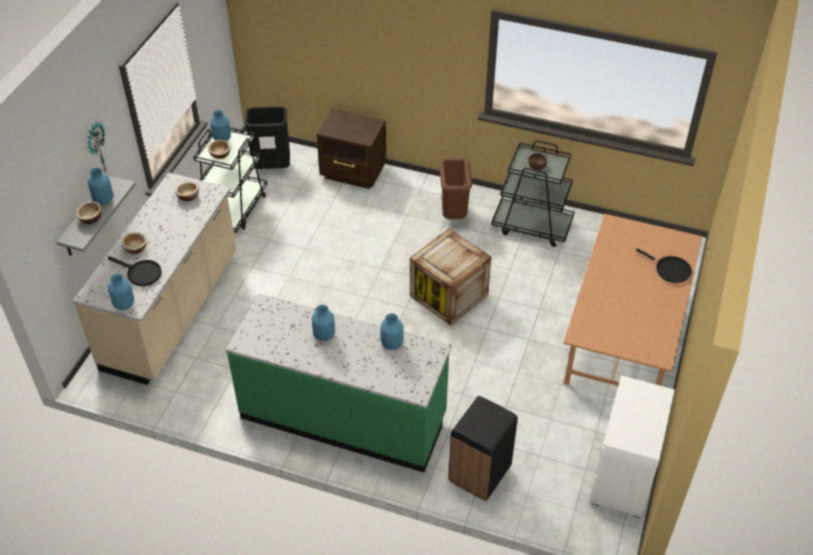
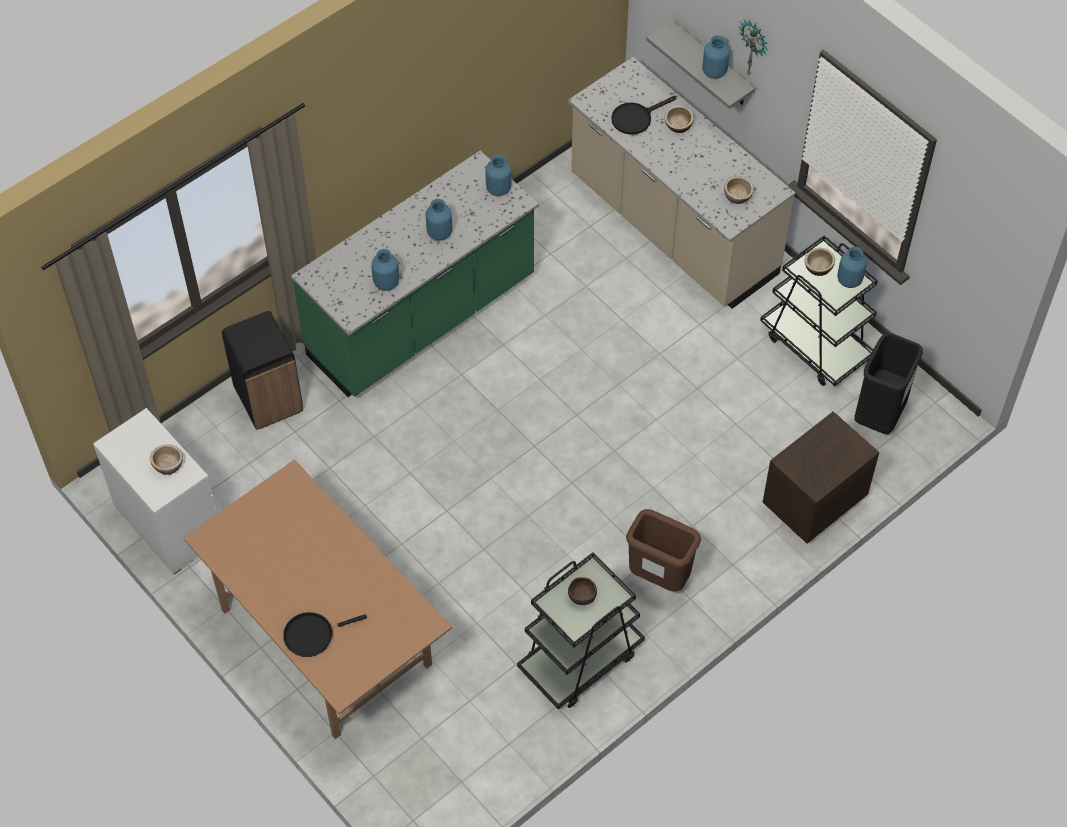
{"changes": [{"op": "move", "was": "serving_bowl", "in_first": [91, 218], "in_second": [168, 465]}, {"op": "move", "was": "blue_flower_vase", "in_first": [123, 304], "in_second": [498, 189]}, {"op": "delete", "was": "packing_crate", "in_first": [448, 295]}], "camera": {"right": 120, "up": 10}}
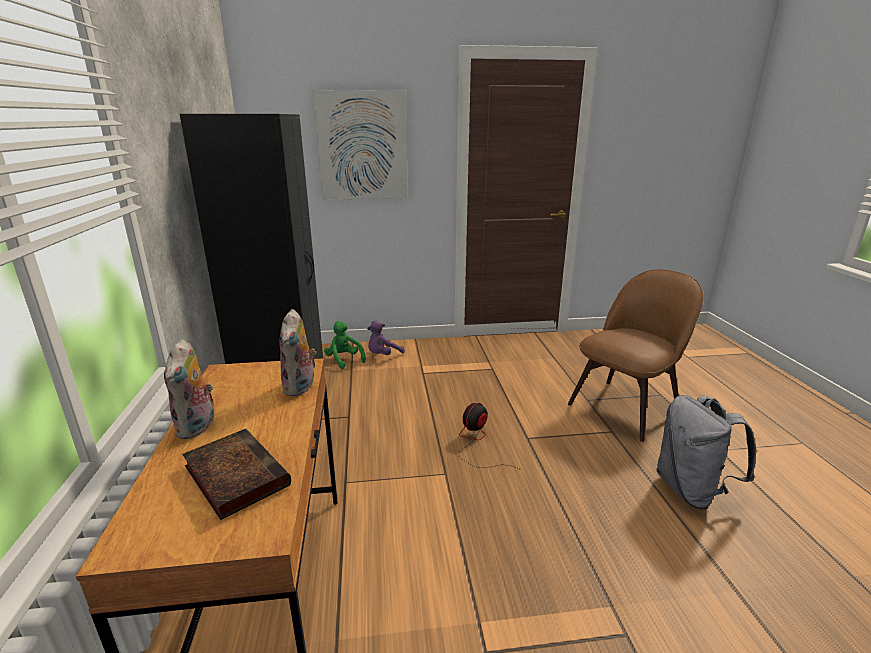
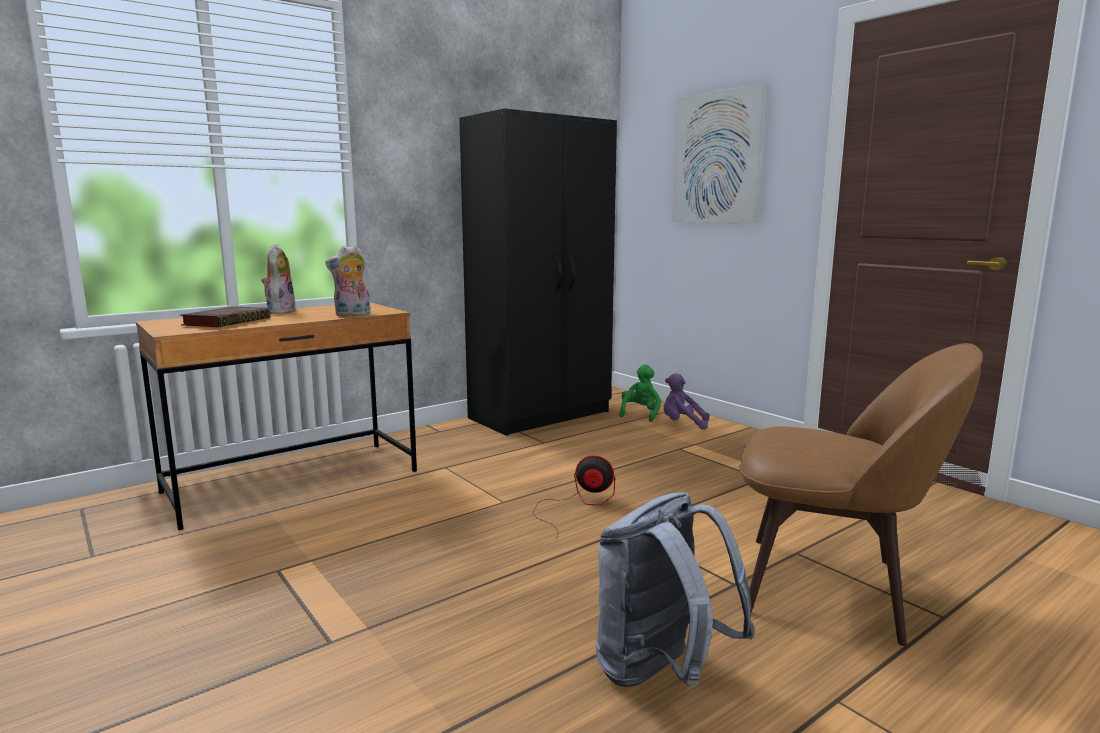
{"changes": [{"op": "rotate", "was": "plush_toy", "in_first": [198, 427], "in_second": [280, 311], "clockwise": 120}], "camera": {"right": 60, "up": -10}}
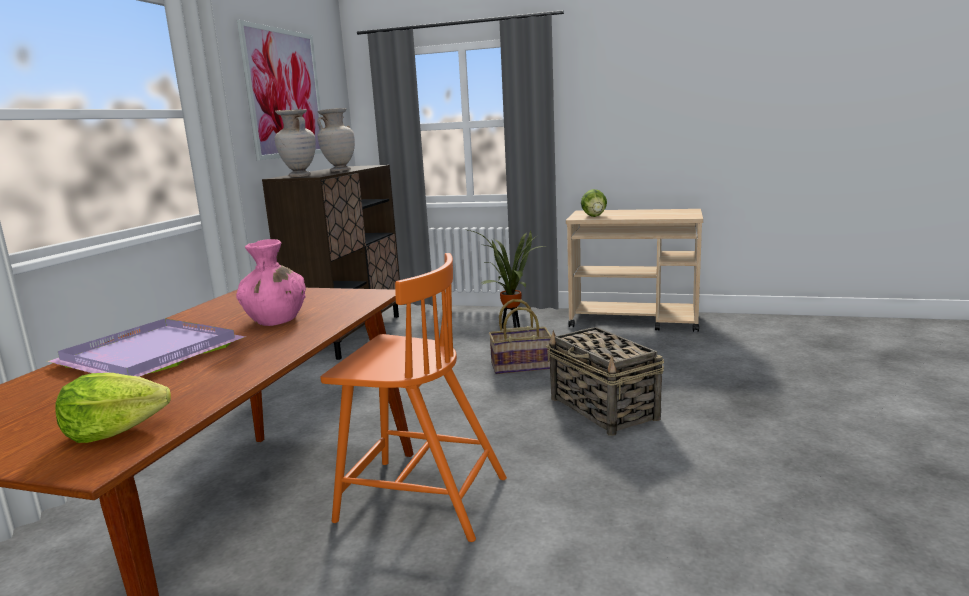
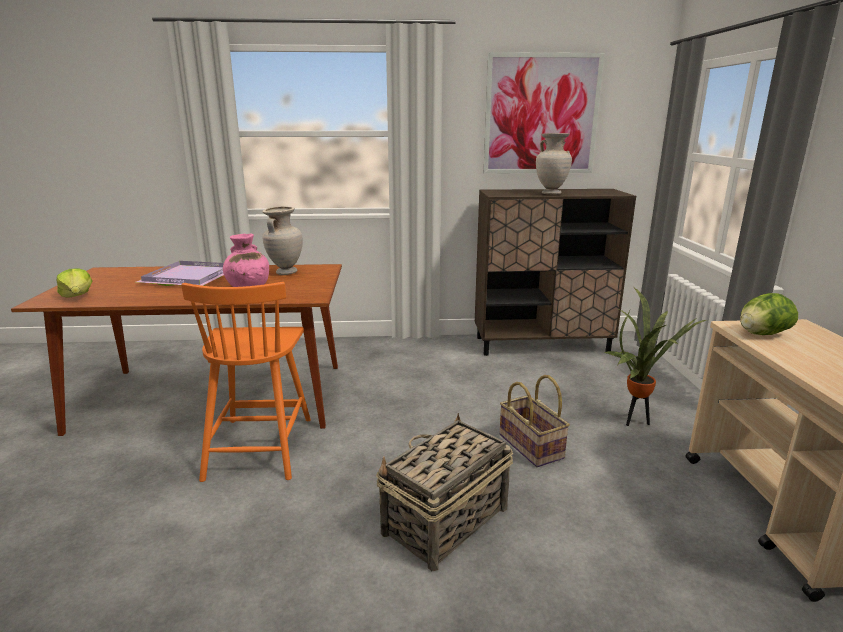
{"changes": [{"op": "move", "was": "beige_flower_vase", "in_first": [299, 176], "in_second": [285, 272]}], "camera": {"right": 70, "up": 5}}
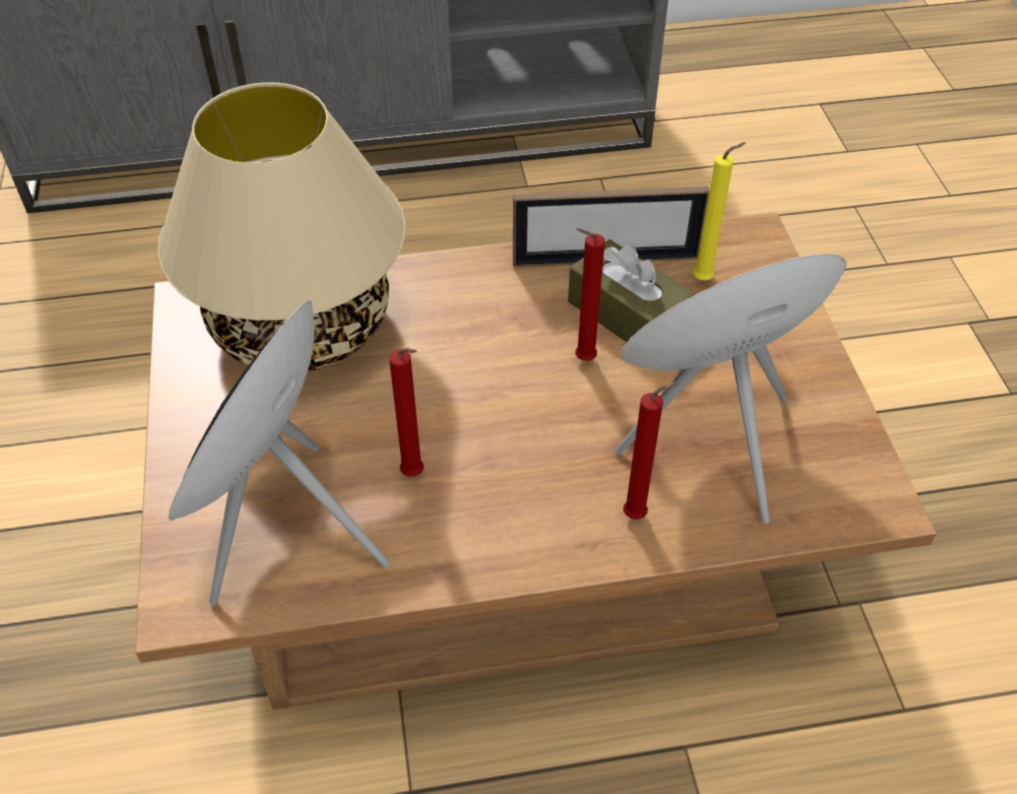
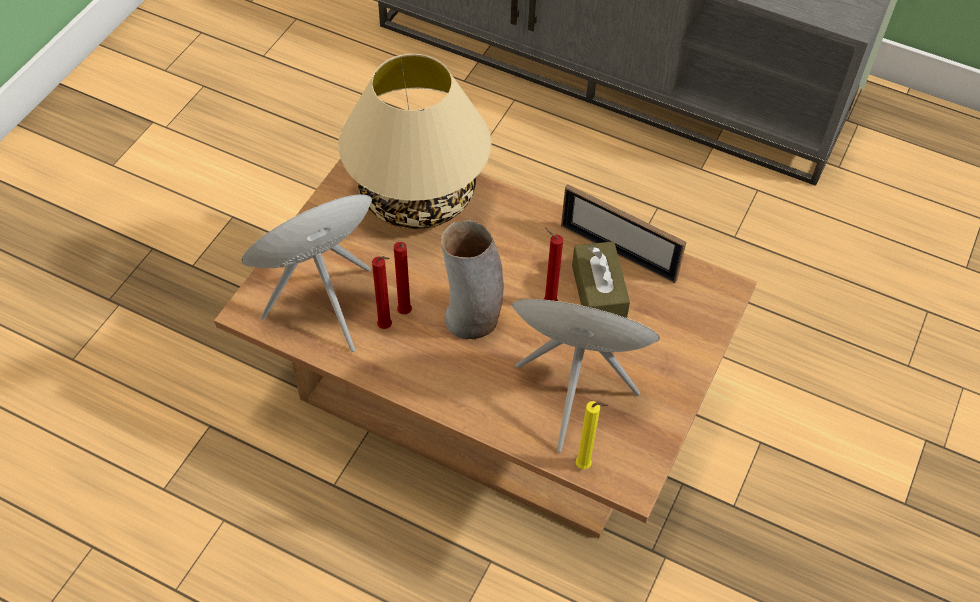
{"changes": [{"op": "move", "was": "red_wax_candle", "in_first": [638, 515], "in_second": [387, 327]}, {"op": "move", "was": "yellowish_wax_candle", "in_first": [706, 279], "in_second": [585, 466]}, {"op": "insert", "now": "flower_vase", "in_second": [472, 320]}], "camera": {"right": 35, "up": 5}}
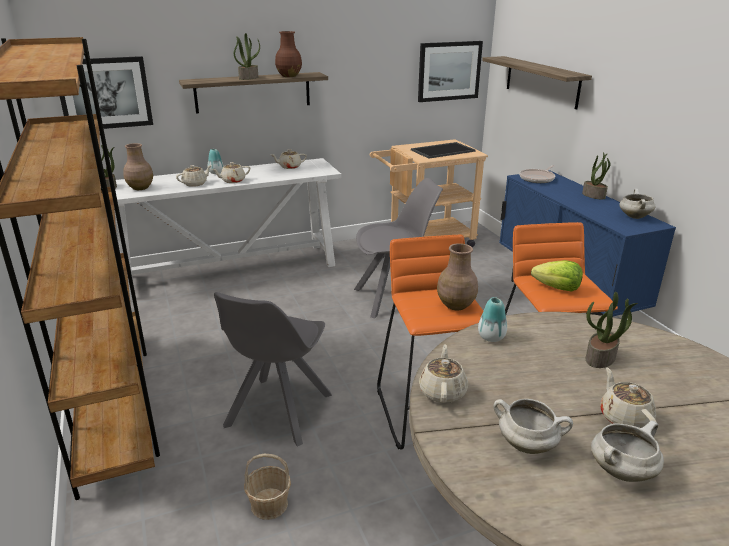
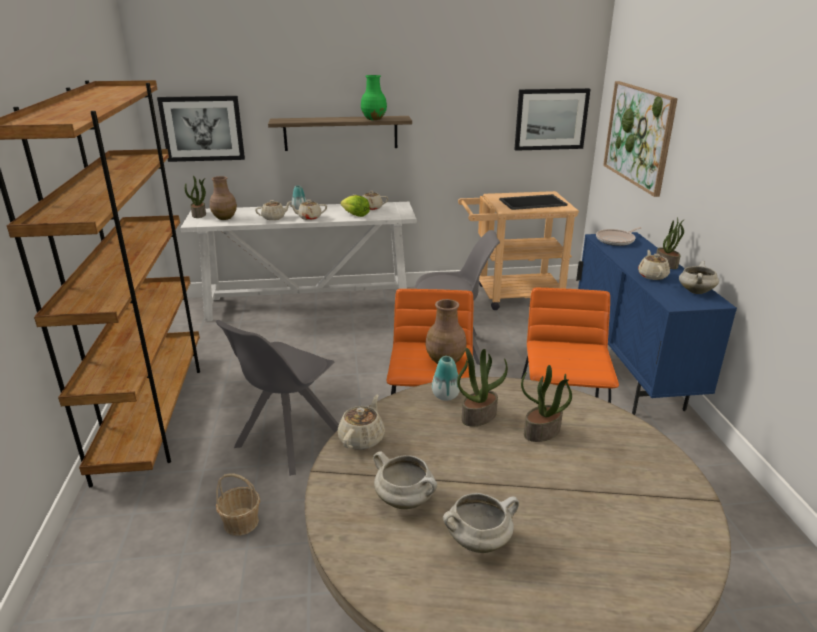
{"changes": [{"op": "move", "was": "houseplant", "in_first": [248, 78], "in_second": [479, 416]}, {"op": "recolor", "was": "brown-coloured_flower_vase", "now": "green-coloured_flower_vase", "in_first": [289, 76], "in_second": [373, 119]}, {"op": "replace", "was": "bracket_shelf", "now": "wall_art", "in_first": [541, 81], "in_second": [638, 135]}, {"op": "move", "was": "lettuce_head", "in_first": [557, 288], "in_second": [355, 215]}, {"op": "move", "was": "beige_teapot", "in_first": [624, 417], "in_second": [652, 275]}], "camera": {"right": 15, "up": 0}}
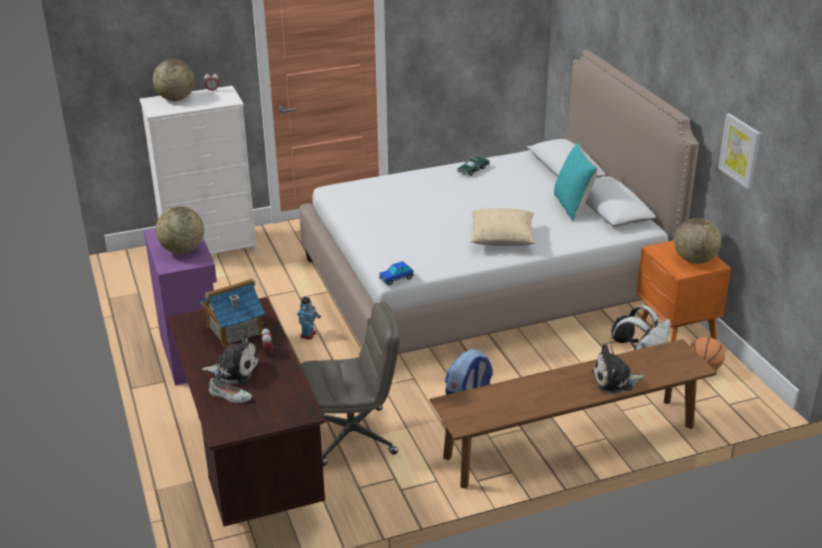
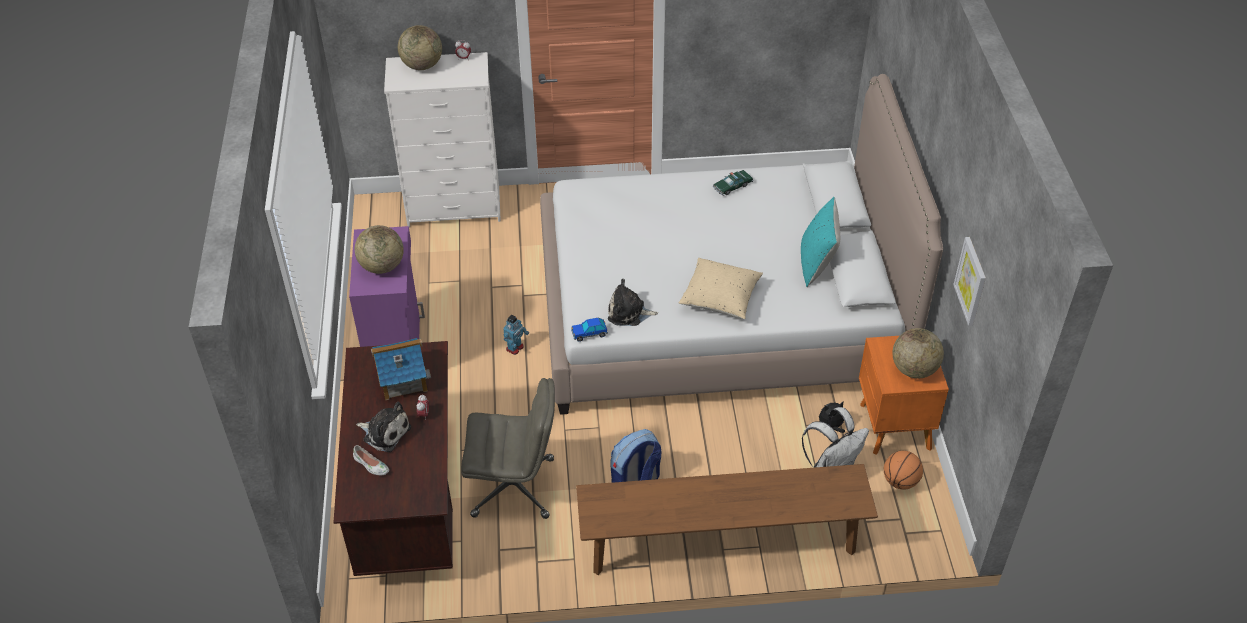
{"changes": [{"op": "move", "was": "plush_toy", "in_first": [615, 381], "in_second": [629, 313]}], "camera": {"right": 15, "up": 15}}
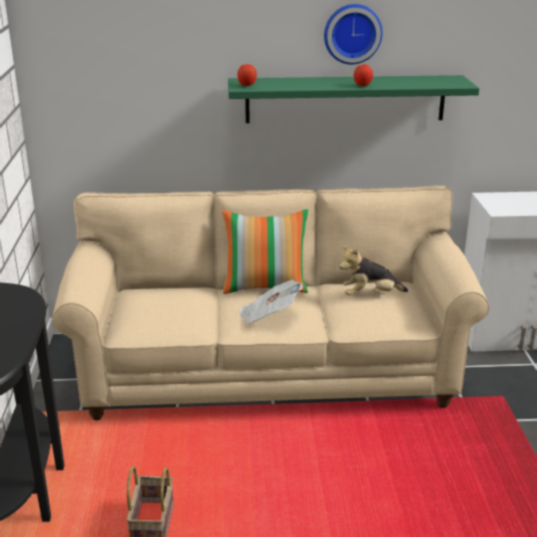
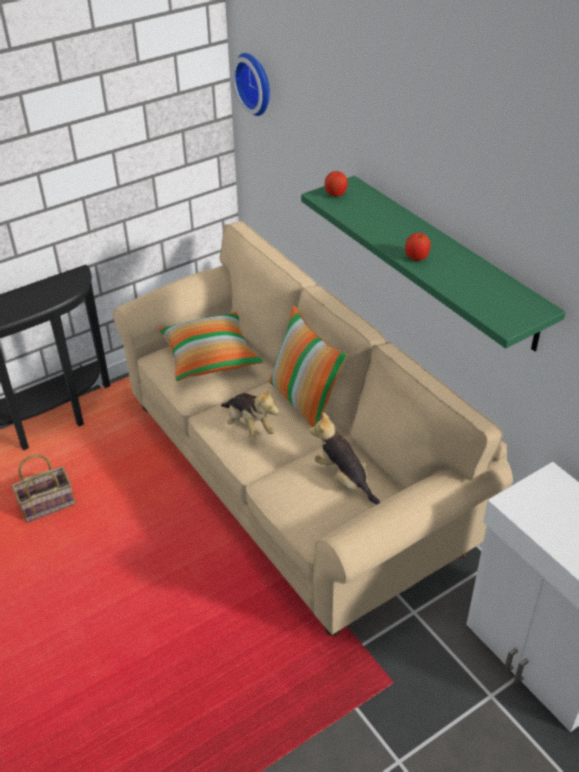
{"changes": [{"op": "replace", "was": "printed_paper", "now": "plush_toy", "in_first": [268, 316], "in_second": [249, 427]}, {"op": "move", "was": "wall_clock", "in_first": [352, 33], "in_second": [256, 83]}, {"op": "insert", "now": "cushion", "in_second": [210, 357]}], "camera": {"right": 60, "up": 15}}
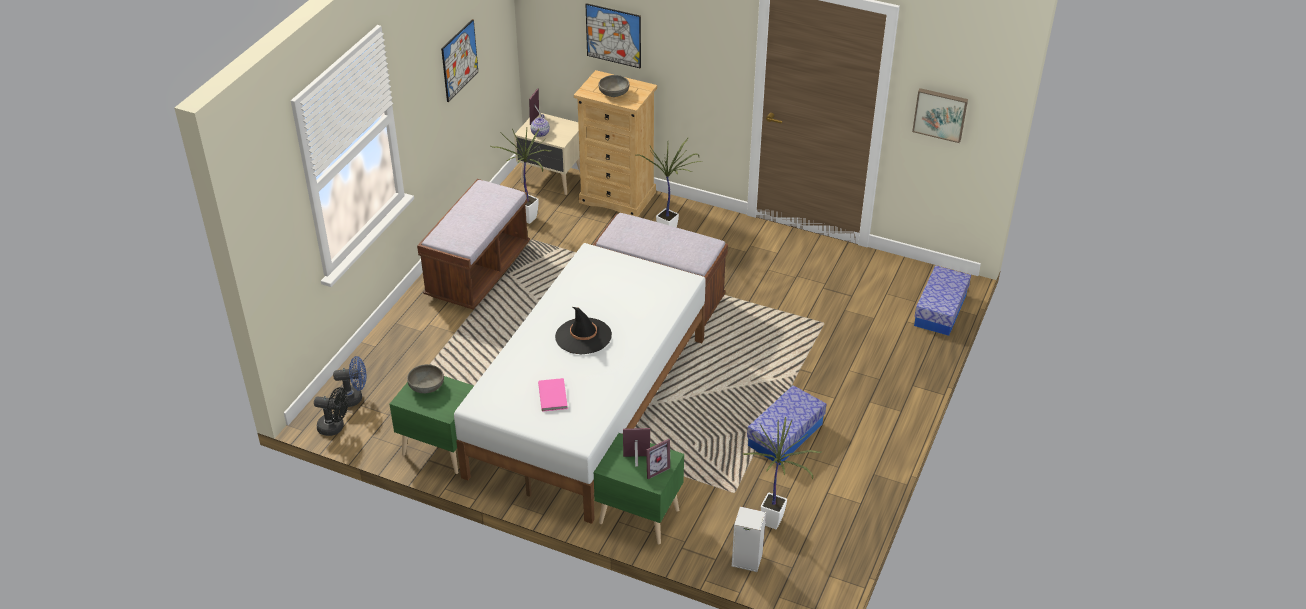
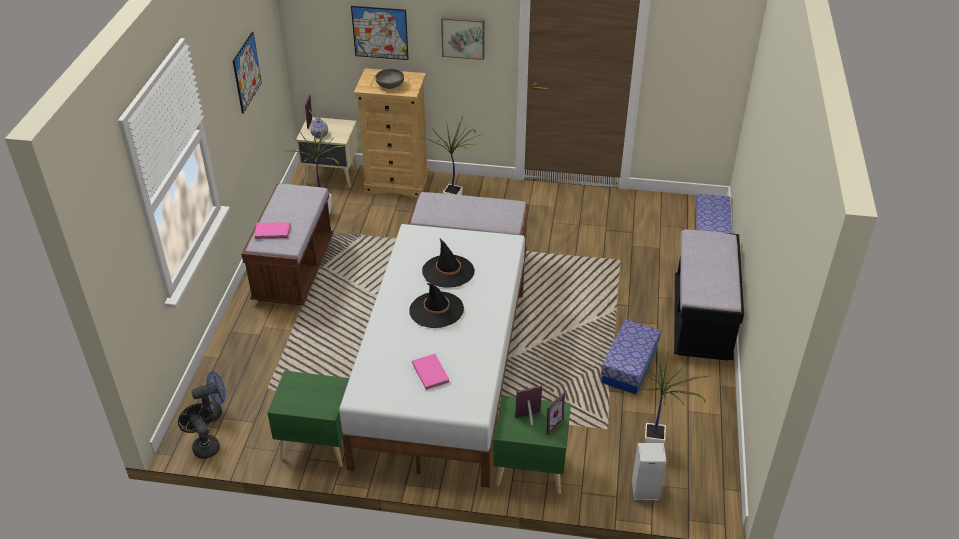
{"changes": [{"op": "rotate", "was": "blackish_cooling_fan", "in_first": [335, 427], "in_second": [204, 445], "clockwise": -120}, {"op": "delete", "was": "gray_serving_bowl", "in_first": [426, 386]}, {"op": "move", "was": "wall_art", "in_first": [940, 114], "in_second": [463, 36]}, {"op": "insert", "now": "pinkish_volume", "in_second": [273, 232]}, {"op": "insert", "now": "blackish_clothing_hat", "in_second": [448, 271]}, {"op": "insert", "now": "blackish_bench", "in_second": [701, 321]}], "camera": {"right": -15, "up": 0}}
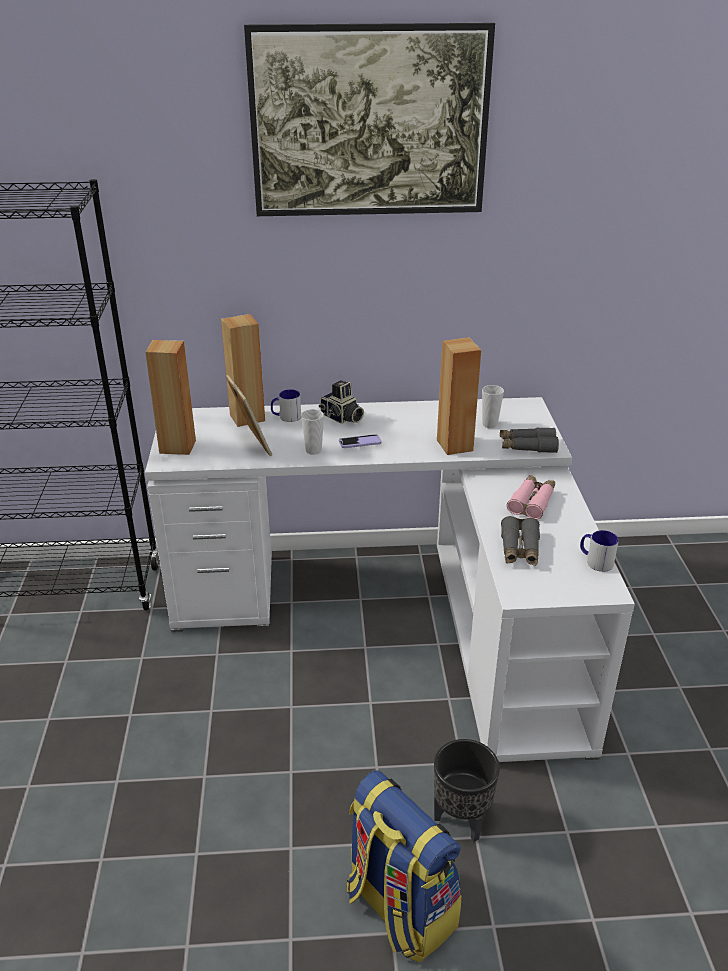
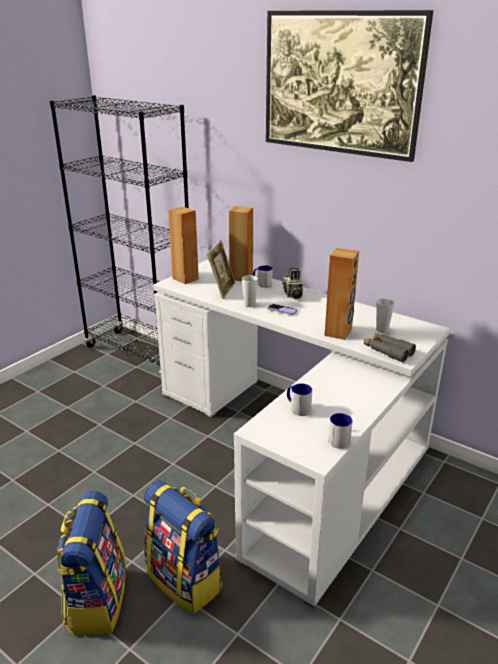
{"changes": [{"op": "replace", "was": "blackish_planter", "now": "backpack", "in_first": [462, 819], "in_second": [186, 580]}, {"op": "replace", "was": "gray_binoculars", "now": "mug", "in_first": [519, 549], "in_second": [297, 408]}, {"op": "delete", "was": "pinkish_binoculars", "in_first": [532, 502]}], "camera": {"right": 40, "up": -5}}
